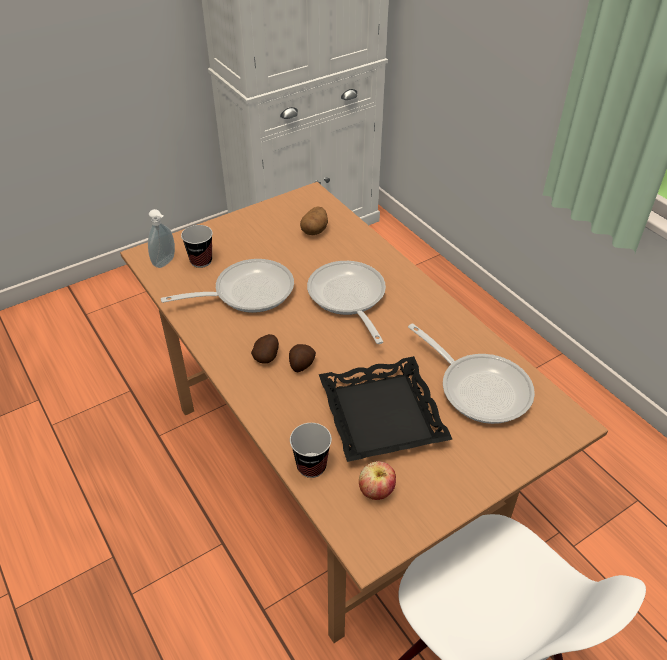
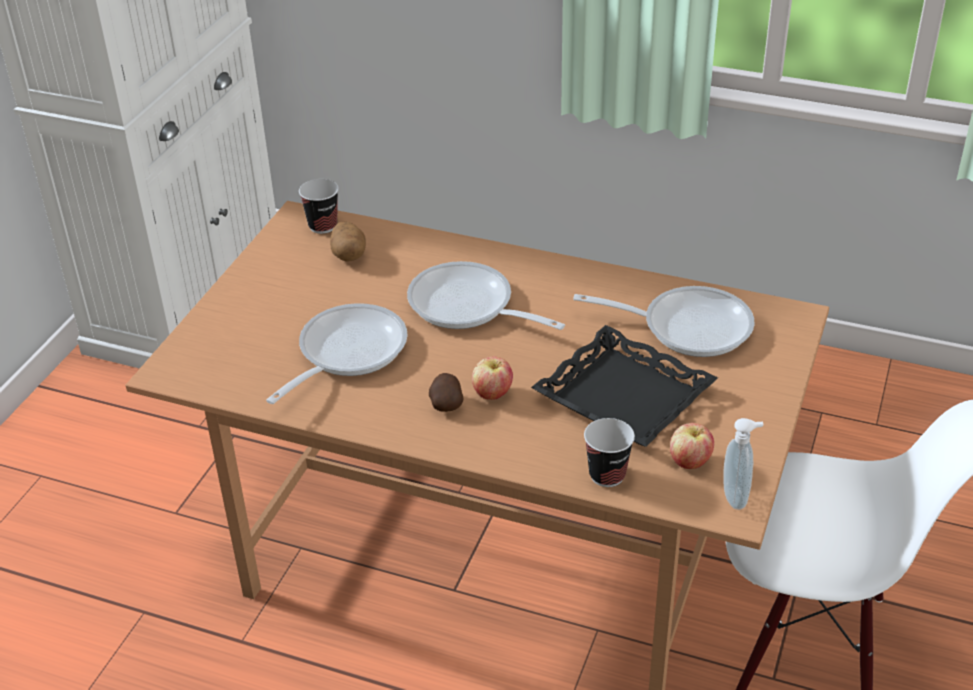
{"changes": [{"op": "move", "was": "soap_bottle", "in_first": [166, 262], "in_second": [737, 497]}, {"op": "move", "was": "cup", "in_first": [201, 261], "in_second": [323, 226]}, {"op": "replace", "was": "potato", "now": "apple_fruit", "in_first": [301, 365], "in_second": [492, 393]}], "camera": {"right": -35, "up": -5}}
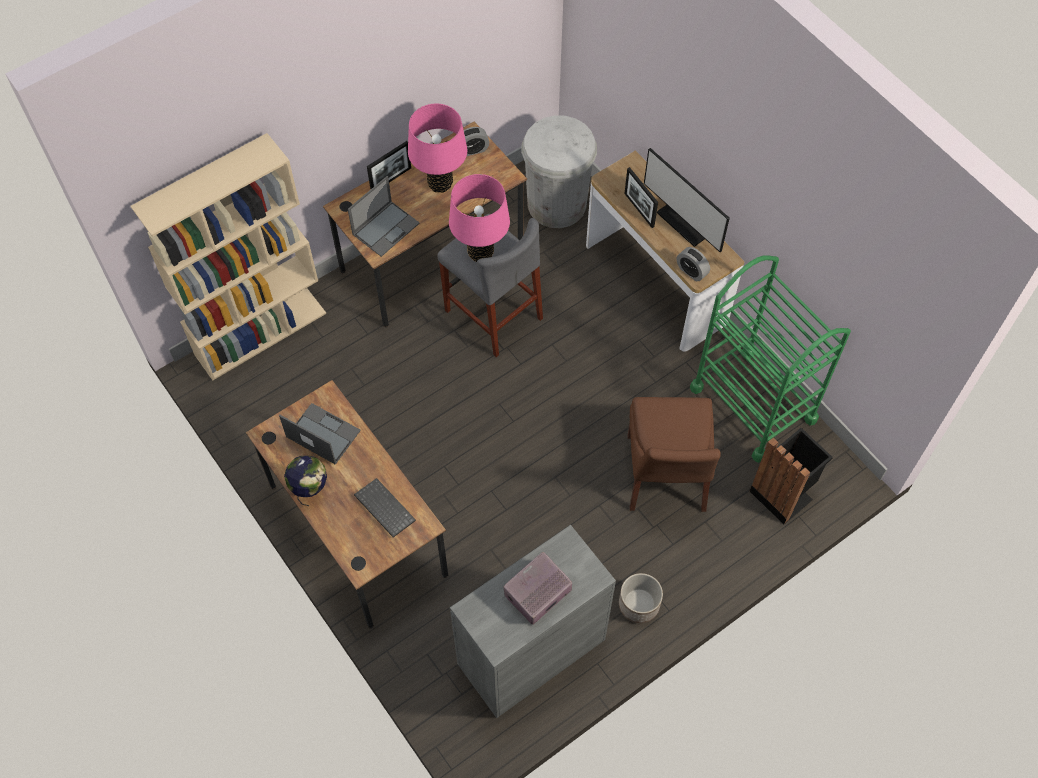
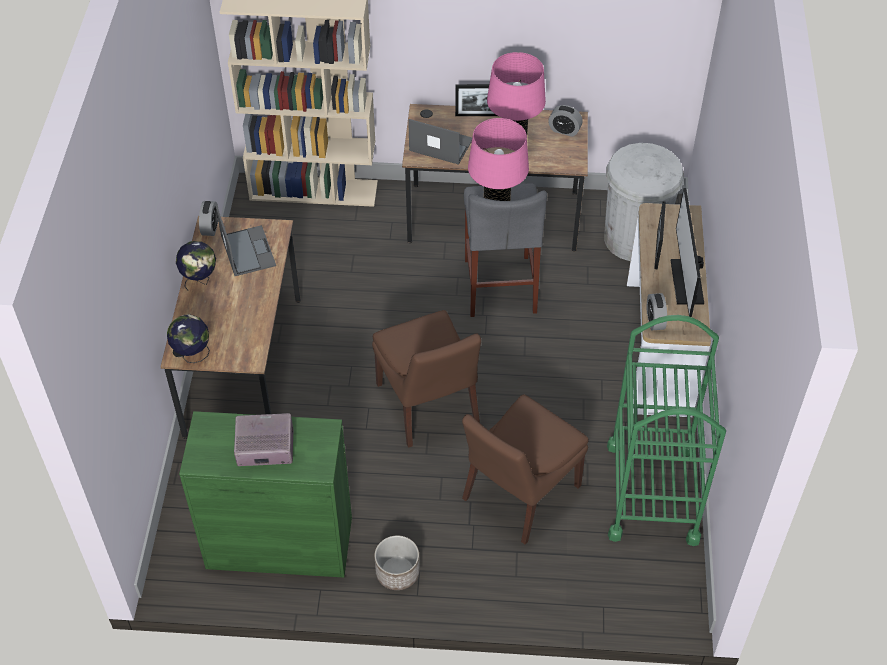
{"changes": [{"op": "rotate", "was": "notebook_computer", "in_first": [386, 228], "in_second": [440, 145], "clockwise": -150}, {"op": "delete", "was": "PC_keyboard", "in_first": [383, 508]}, {"op": "recolor", "was": "gray_storage_cabinet", "now": "green-coloured_storage_cabinet", "in_first": [531, 652], "in_second": [279, 543]}, {"op": "delete", "was": "blackish_trash_can", "in_first": [782, 493]}, {"op": "insert", "now": "desk_globe", "in_second": [192, 355]}, {"op": "insert", "now": "table_clock", "in_second": [210, 227]}, {"op": "insert", "now": "brown-coloured_upright_chair", "in_second": [429, 406]}], "camera": {"right": 40, "up": -10}}
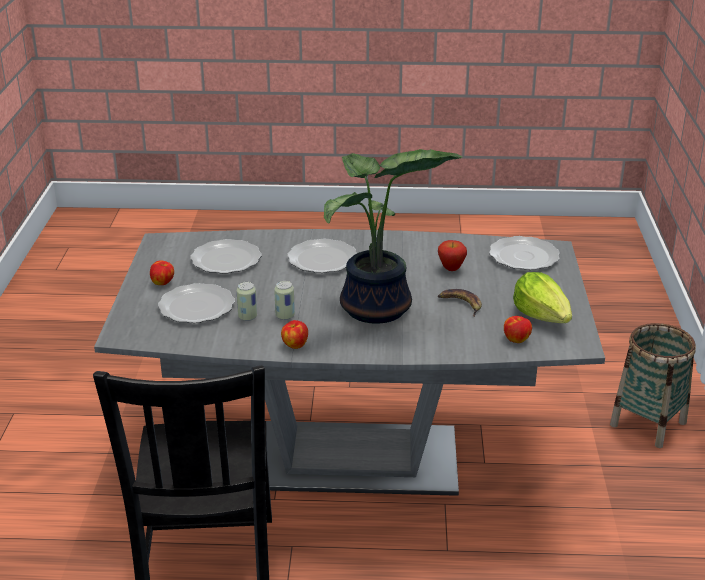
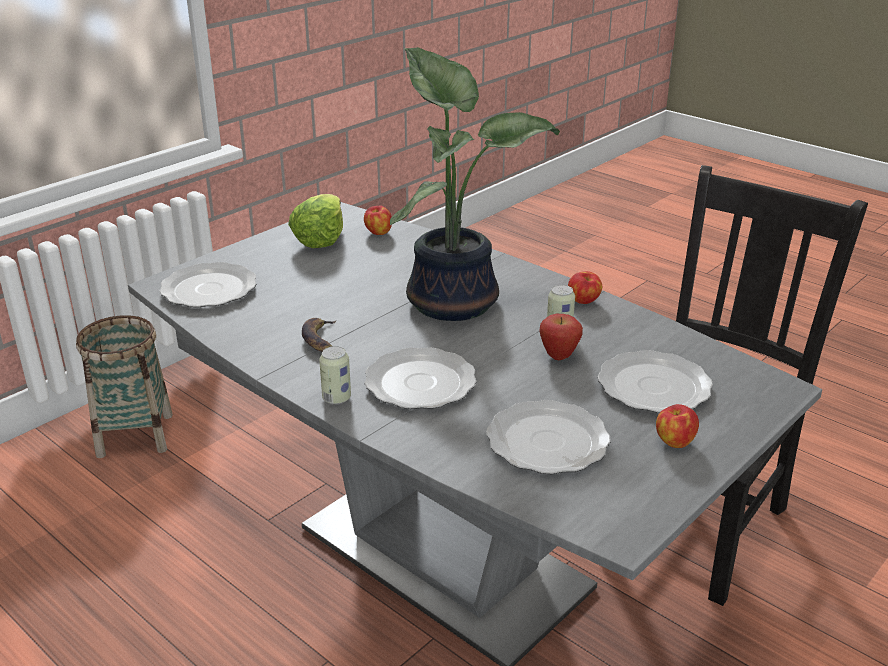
{"changes": [{"op": "move", "was": "metal_can", "in_first": [247, 317], "in_second": [336, 398]}, {"op": "move", "was": "apple_fruit", "in_first": [451, 269], "in_second": [559, 357]}, {"op": "move", "was": "banana_fruit", "in_first": [460, 304], "in_second": [321, 339]}], "camera": {"right": -140, "up": 0}}
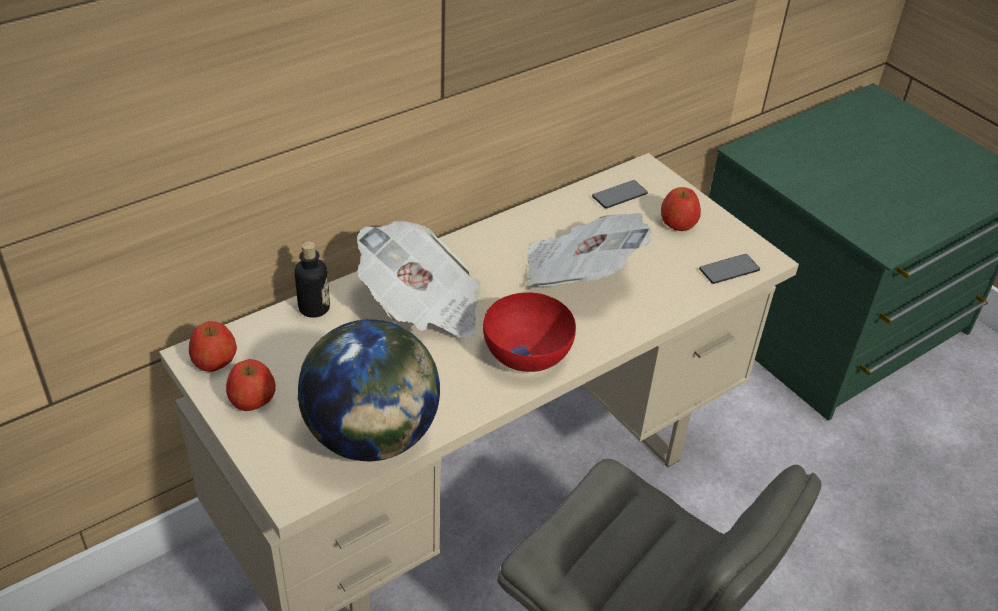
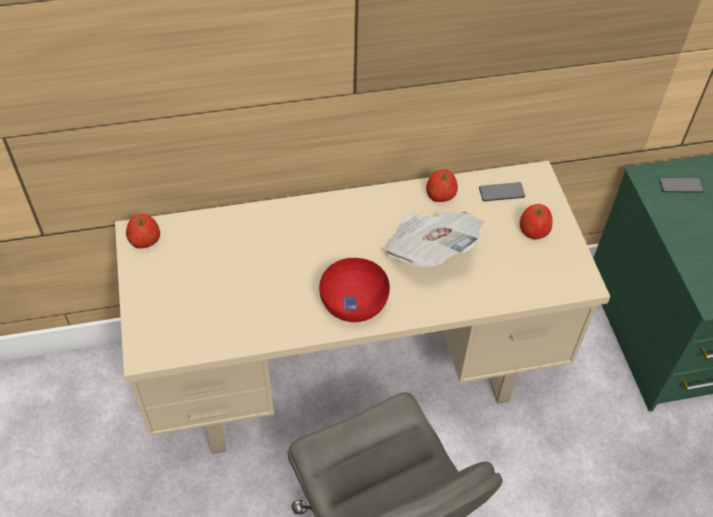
{"changes": [{"op": "move", "was": "apple_fruit", "in_first": [252, 399], "in_second": [440, 195]}, {"op": "delete", "was": "drink_bottle", "in_first": [314, 308]}, {"op": "delete", "was": "desk_globe", "in_first": [372, 437]}, {"op": "delete", "was": "printed_paper", "in_first": [422, 306]}, {"op": "move", "was": "phone", "in_first": [729, 270], "in_second": [680, 186]}], "camera": {"right": 25, "up": 10}}
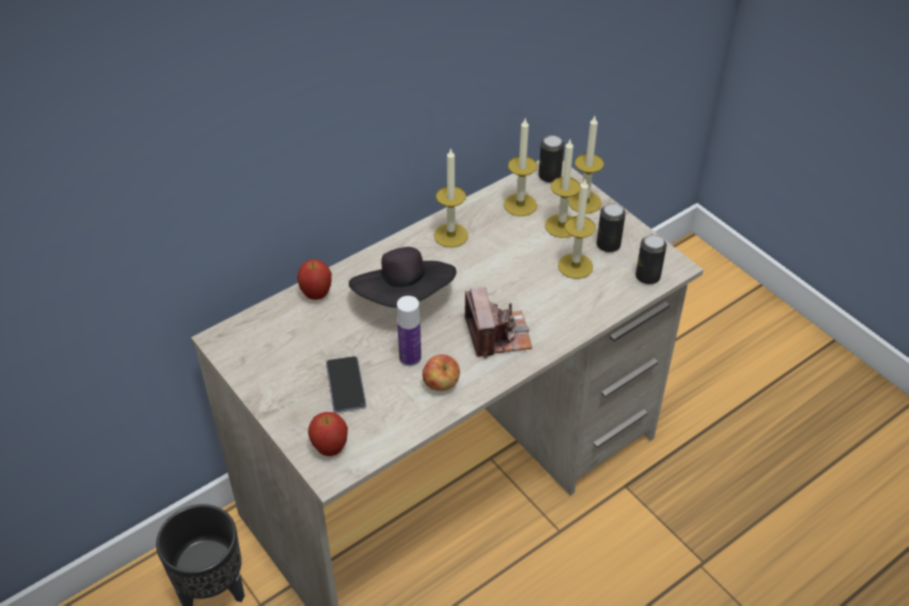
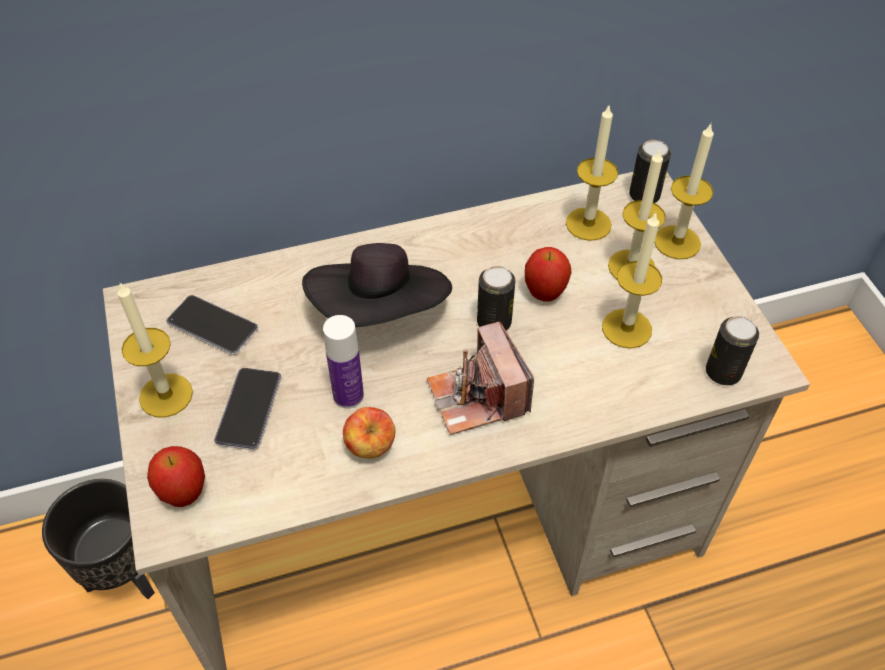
{"changes": [{"op": "move", "was": "apple_fruit", "in_first": [316, 294], "in_second": [545, 293]}, {"op": "move", "was": "wax_candle", "in_first": [451, 235], "in_second": [166, 395]}, {"op": "rotate", "was": "still_camera", "in_first": [497, 335], "in_second": [477, 397], "clockwise": 150}, {"op": "move", "was": "metal_can", "in_first": [608, 245], "in_second": [494, 322]}, {"op": "insert", "now": "phone", "in_second": [212, 326]}], "camera": {"right": 20, "up": 5}}
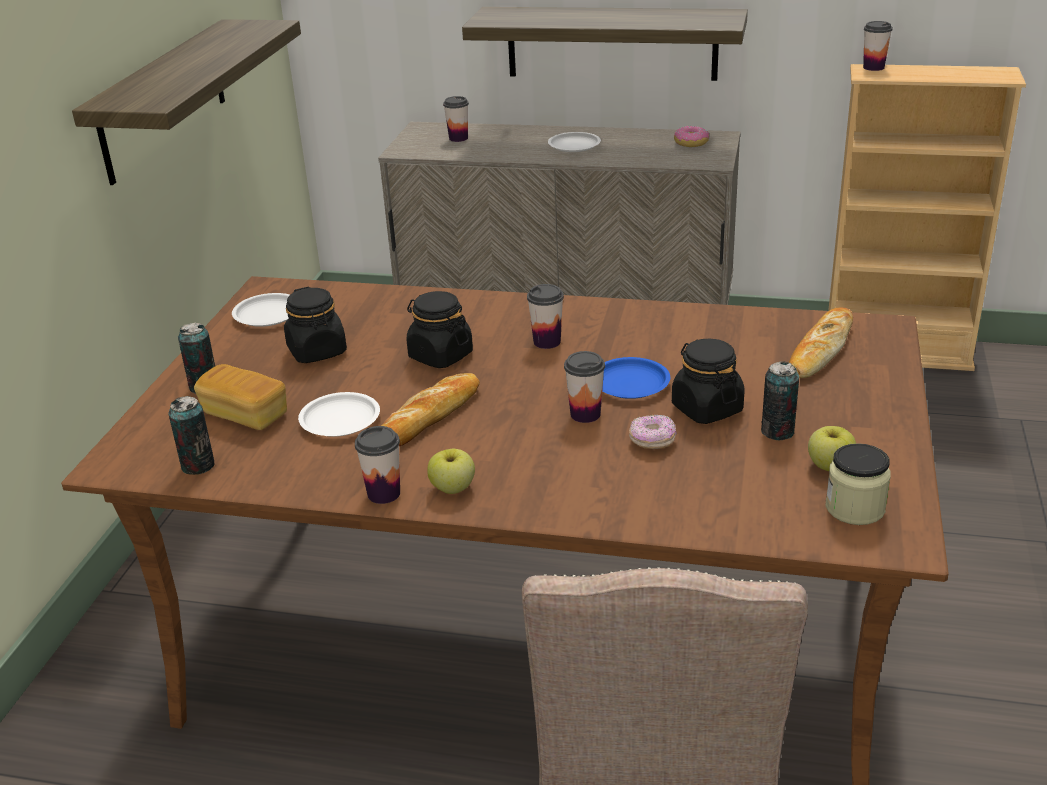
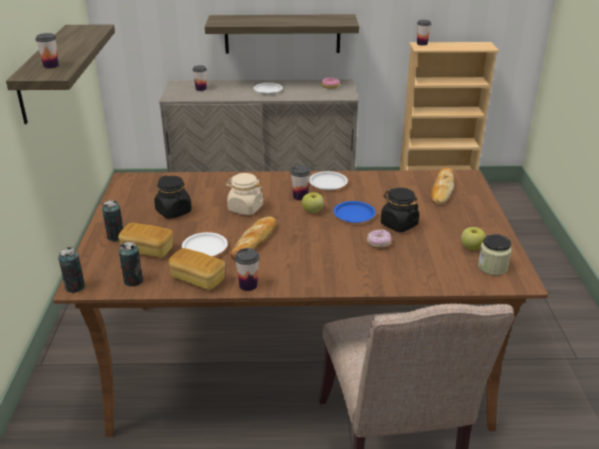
{"changes": [{"op": "move", "was": "white-coloured_plate", "in_first": [268, 315], "in_second": [328, 183]}, {"op": "recolor", "was": "blackish_jar", "now": "beige_jar", "in_first": [440, 355], "in_second": [245, 208]}, {"op": "move", "was": "apple_fruit", "in_first": [452, 488], "in_second": [312, 211]}, {"op": "move", "was": "cup", "in_first": [585, 414], "in_second": [51, 66]}, {"op": "move", "was": "metal_can", "in_first": [777, 432], "in_second": [75, 287]}, {"op": "insert", "now": "bakery_bread", "in_second": [198, 279]}], "camera": {"right": -15, "up": 0}}
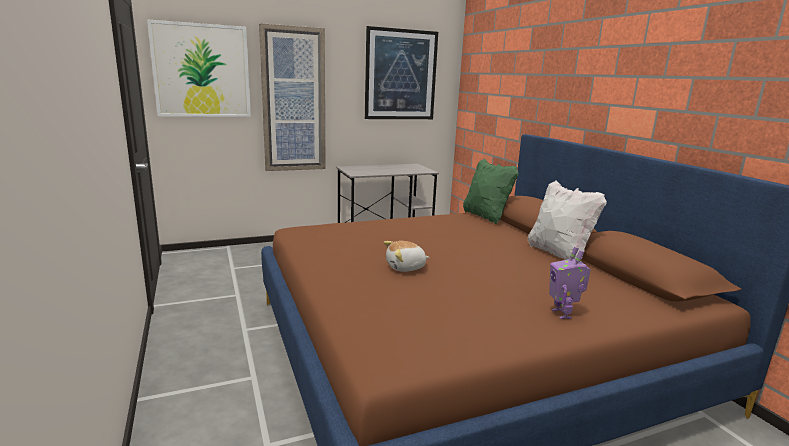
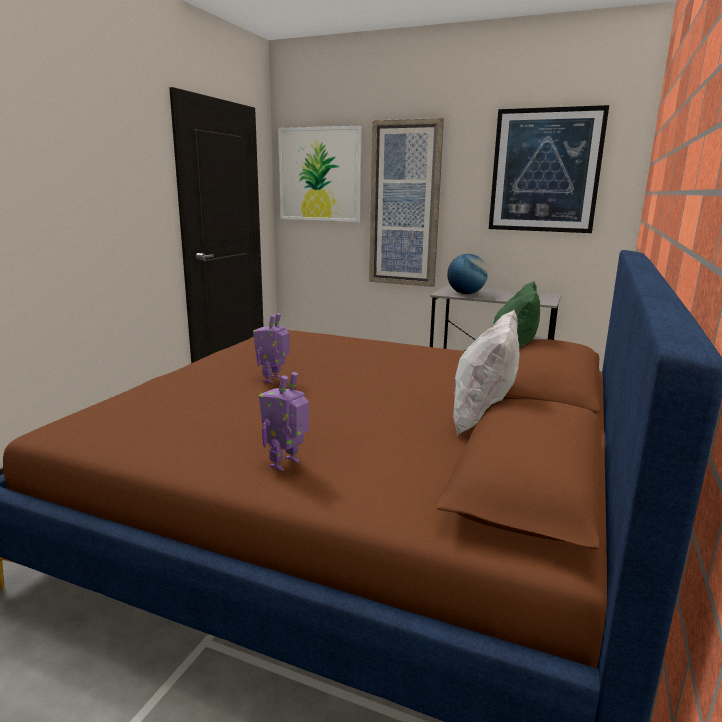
{"changes": [{"op": "replace", "was": "plush_toy", "now": "model_robot", "in_first": [406, 267], "in_second": [273, 379]}, {"op": "insert", "now": "desk_globe", "in_second": [465, 293]}], "camera": {"right": 45, "up": 0}}
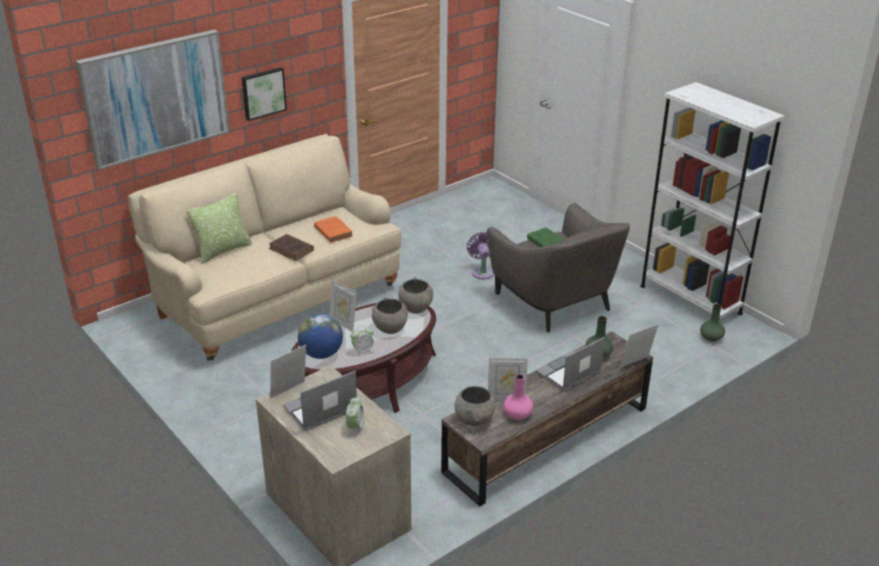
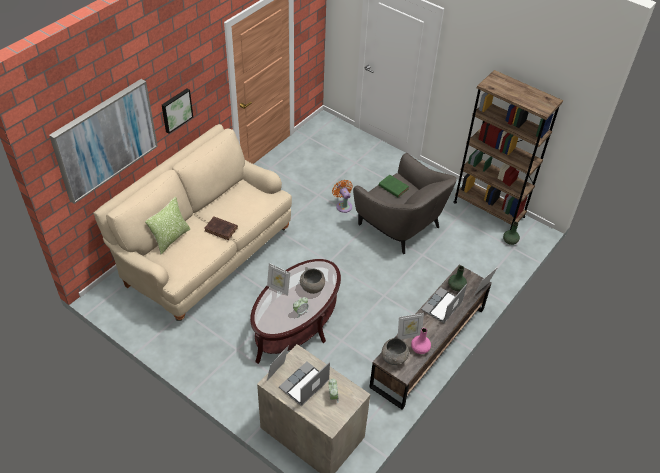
{"changes": [{"op": "delete", "was": "desk_globe", "in_first": [321, 354]}, {"op": "delete", "was": "orange-coloured_volume", "in_first": [332, 231]}, {"op": "delete", "was": "gray_serving_bowl", "in_first": [415, 308]}, {"op": "recolor", "was": "purplish_cooling_fan", "now": "orange-coloured_cooling_fan", "in_first": [482, 272], "in_second": [343, 205]}, {"op": "recolor", "was": "white-coloured_shelving_unit", "now": "brown-coloured_shelving_unit", "in_first": [690, 299], "in_second": [489, 209]}], "camera": {"right": -15, "up": 15}}
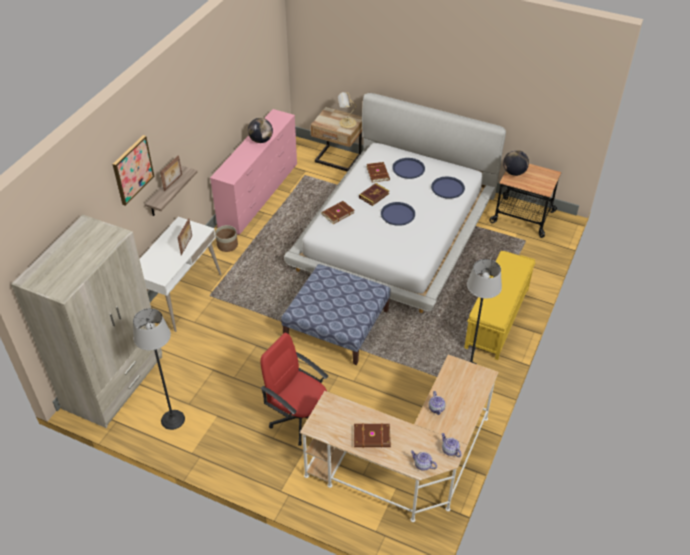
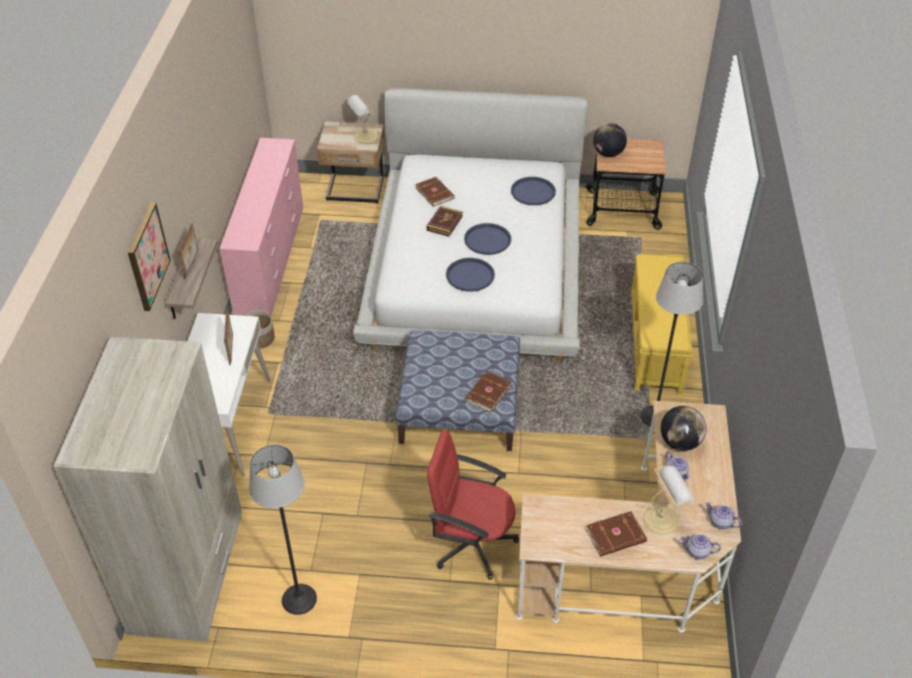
{"changes": [{"op": "move", "was": "desk_globe", "in_first": [261, 140], "in_second": [680, 442]}, {"op": "move", "was": "brown-coloured_volume", "in_first": [337, 213], "in_second": [487, 393]}, {"op": "move", "was": "blue_serving_tray", "in_first": [408, 169], "in_second": [470, 275]}, {"op": "insert", "now": "table_lamp", "in_second": [662, 519]}], "camera": {"right": -20, "up": 0}}
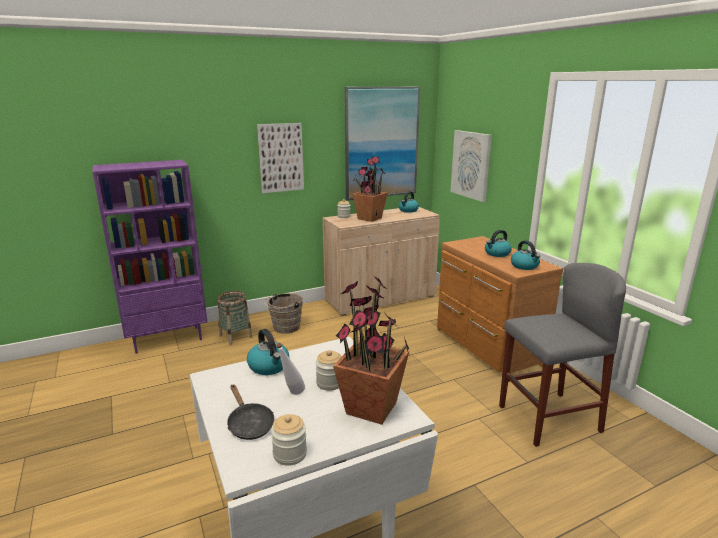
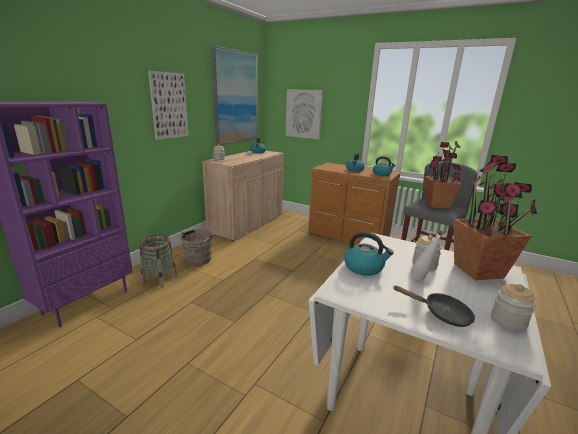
{"changes": [{"op": "move", "was": "houseplant", "in_first": [369, 218], "in_second": [436, 205]}], "camera": {"right": -35, "up": 0}}
